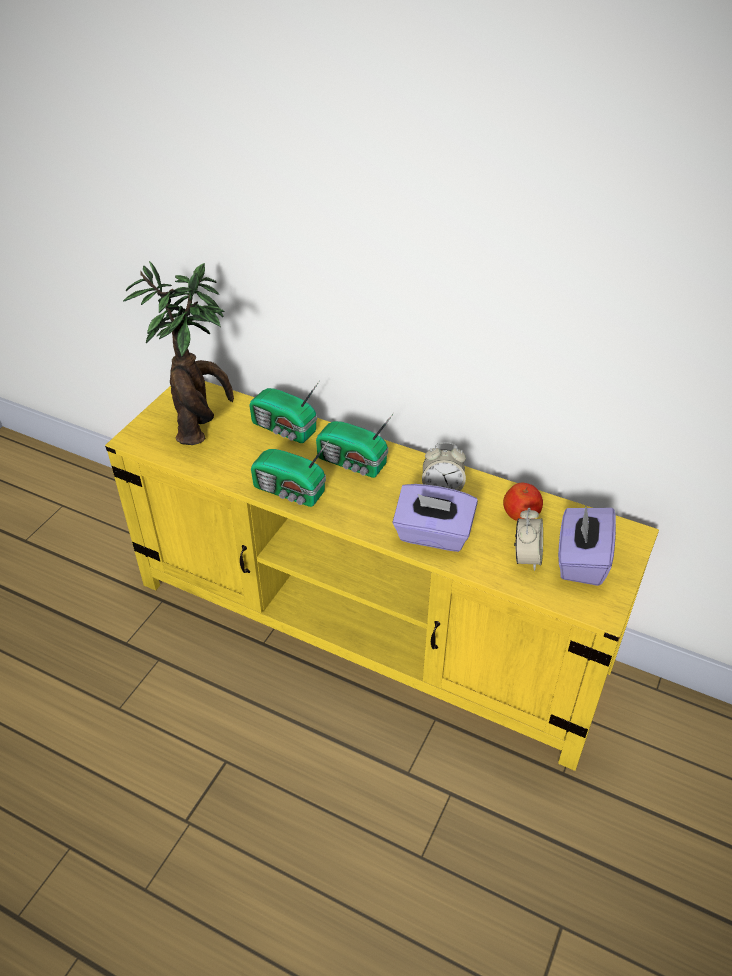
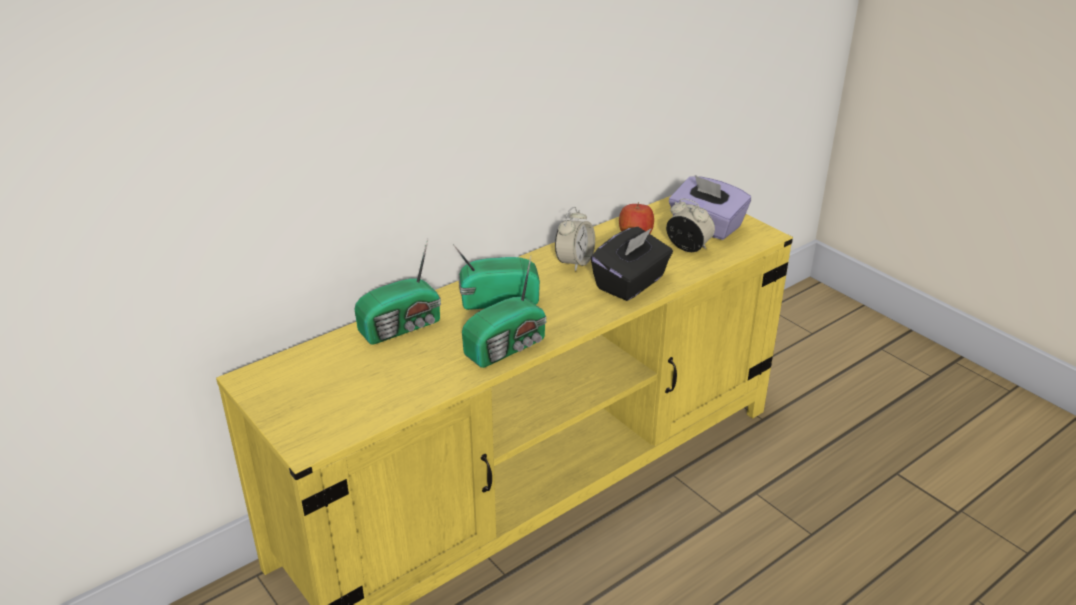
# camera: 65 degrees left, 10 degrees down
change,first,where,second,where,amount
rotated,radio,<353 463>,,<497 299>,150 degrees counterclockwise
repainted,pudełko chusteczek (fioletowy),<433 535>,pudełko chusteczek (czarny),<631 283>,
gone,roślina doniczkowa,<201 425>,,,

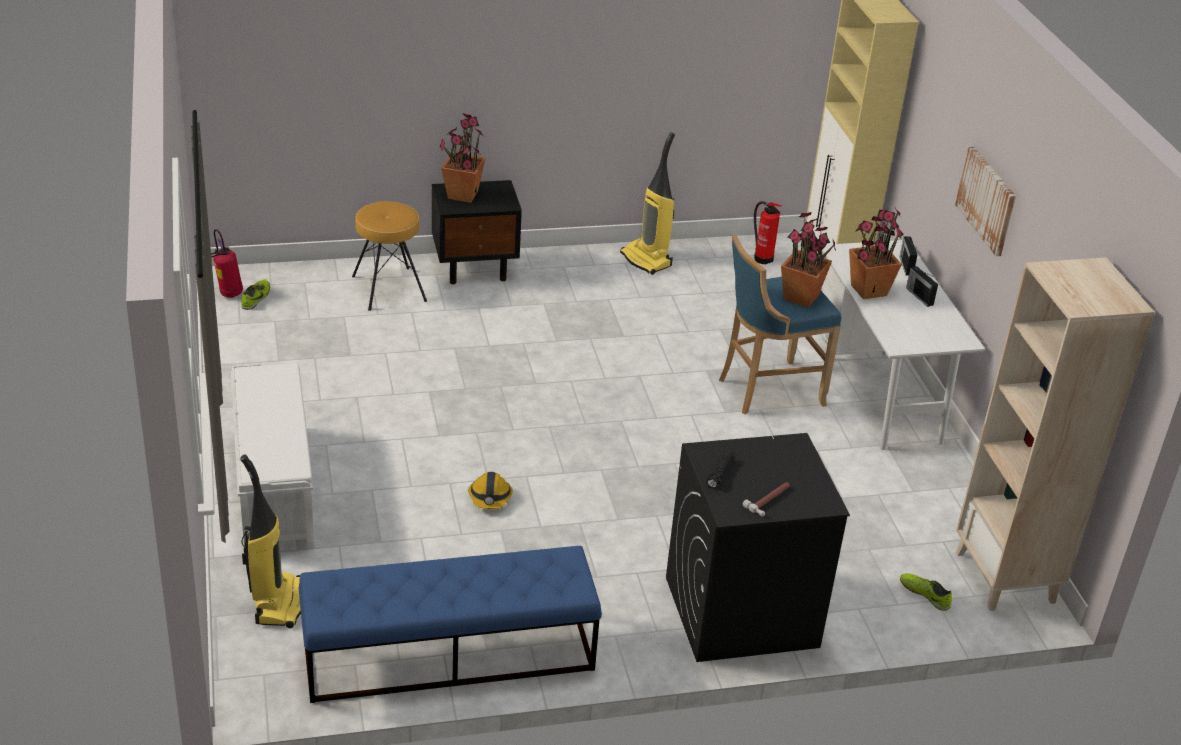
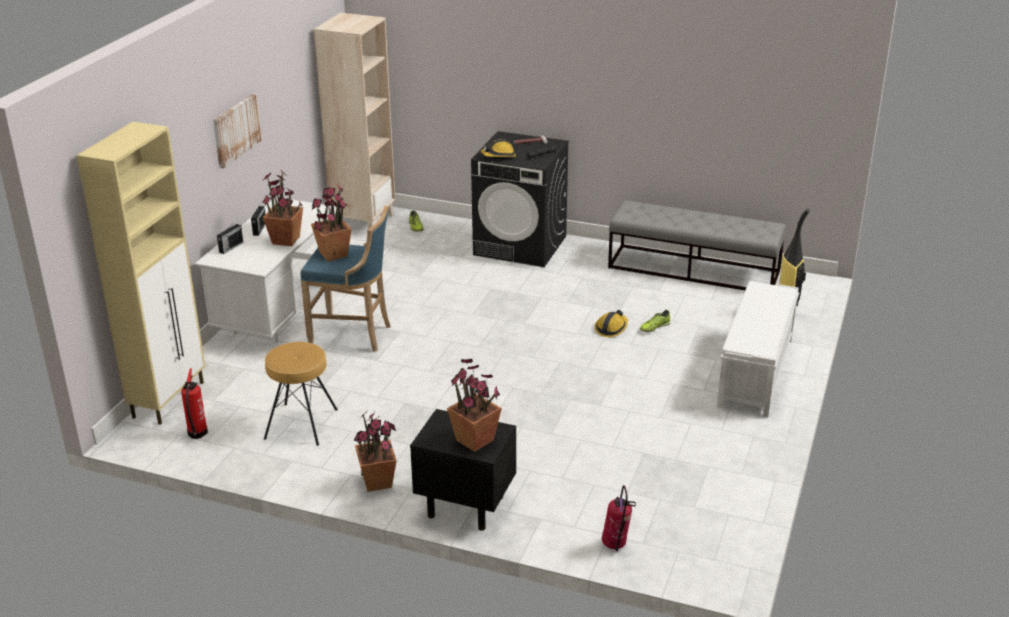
# camera: 145 degrees left, 5 degrees down
change,first,where,second,where,amount
shifted,stołek (brązowy),<388 289>,,<302 424>,
new,,,roślina doniczkowa,<378 482>,
new,,,kask,<499 156>,
shifted,gaśnica,<229 294>,,<616 545>,
repainted,ławka (niebieski),<448 655>,ławka (szary),<694 270>,
shifted,but,<256 298>,,<654 327>,
gone,odkurzacz,<647 260>,,,

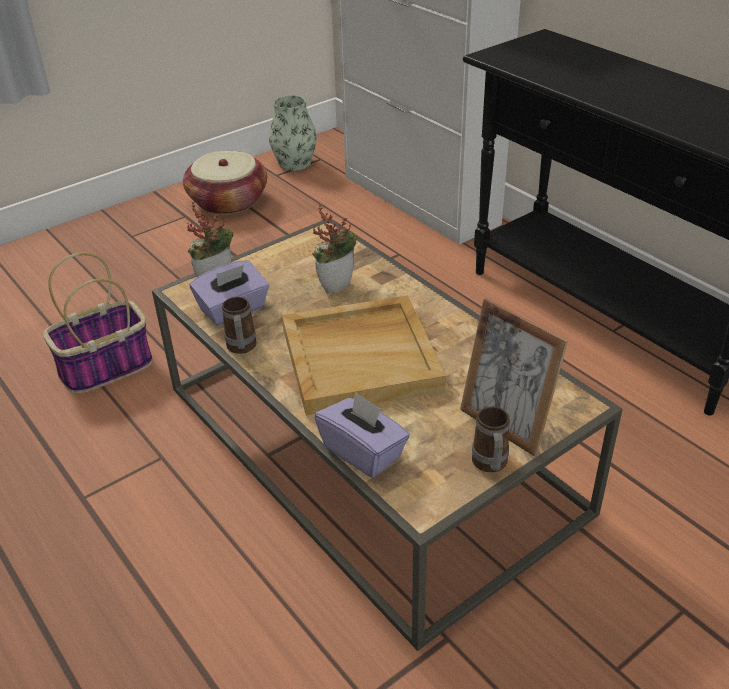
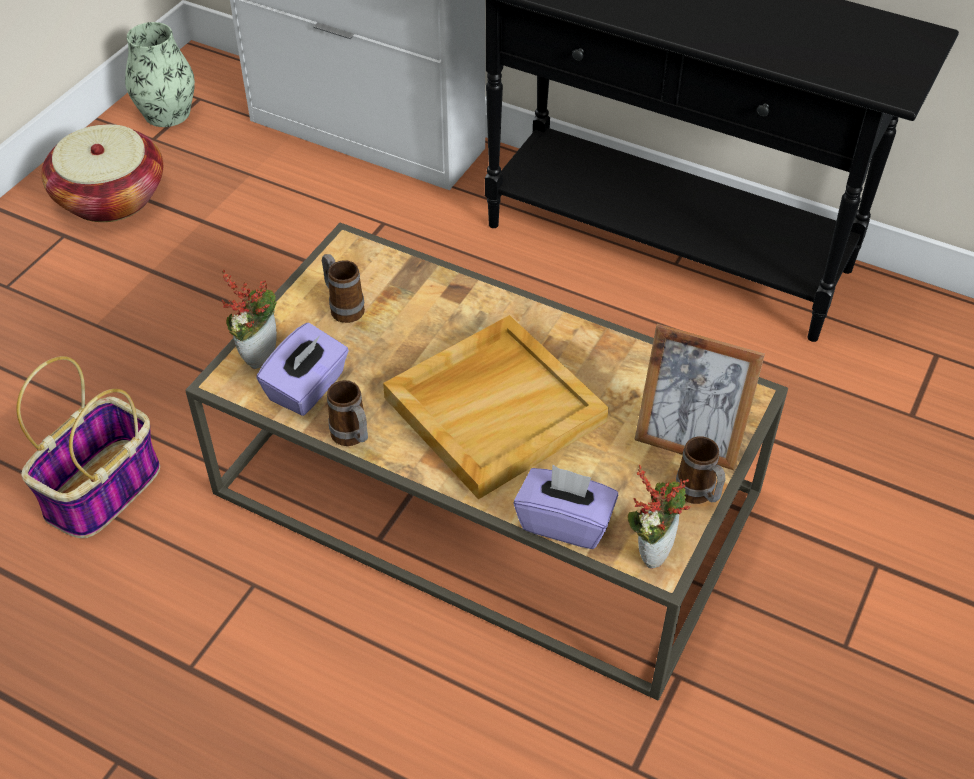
# camera: 25 degrees left, 10 degrees up
change,first,where,second,where,amount
new,,,kubek,<343 307>,
shifted,roślina doniczkowa,<336 285>,,<652 549>,

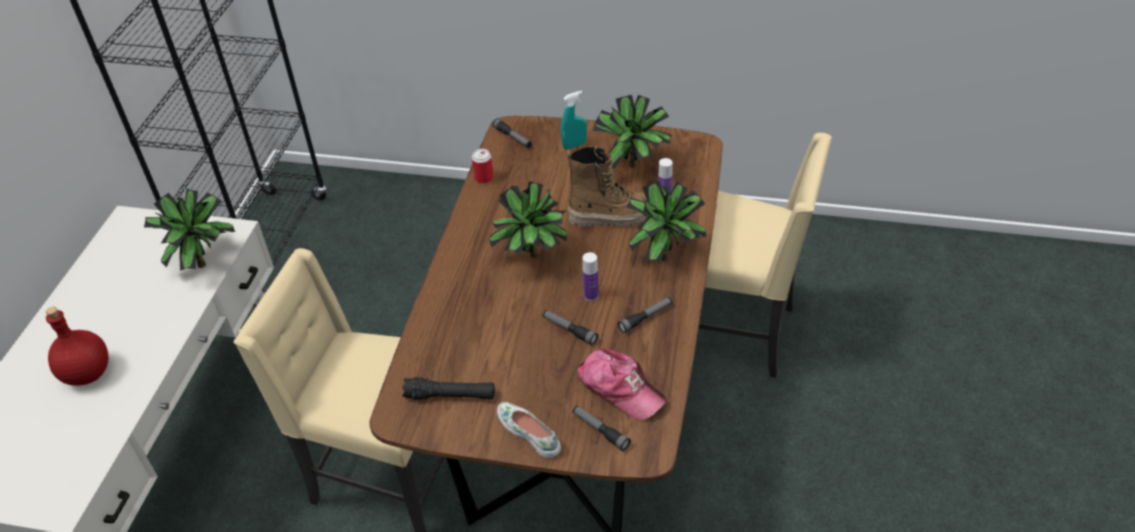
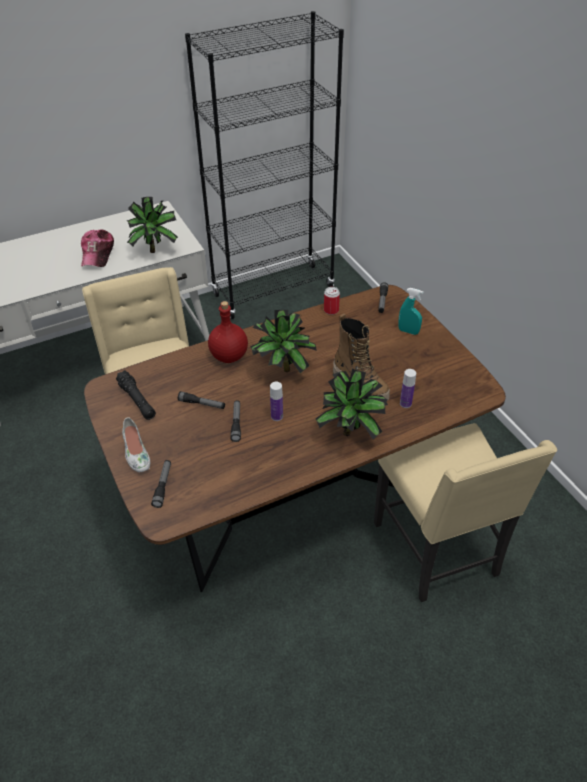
# camera: 50 degrees right, 0 degrees up
change,first,where,second,where,amount
shifted,czapka z daszkiem,<620 388>,,<98 254>,
rotated,but (biały),<529 432>,,<135 452>,150 degrees clockwise
shifted,latarka,<645 318>,,<202 404>,
shifted,butelka (czerwony),<88 373>,,<230 356>,
gone,roślina doniczkowa,<634 169>,,,

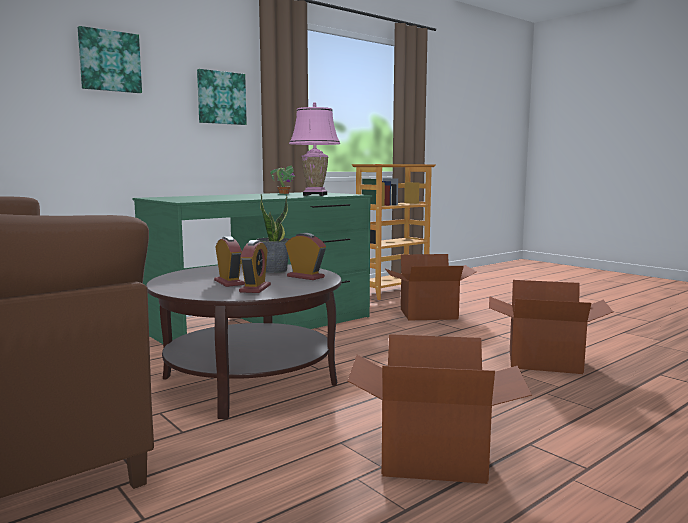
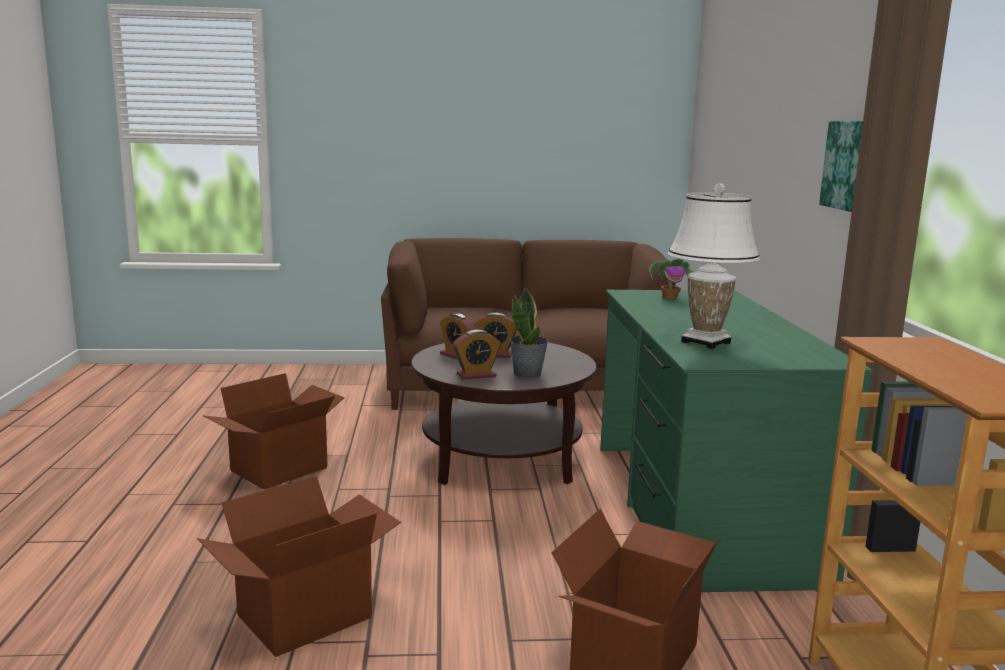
# camera: 125 degrees right, 5 degrees up
change,first,where,second,where,amount
shifted,roślina doniczkowa,<283 193>,,<670 297>,
repainted,lampa stołowa (różowy),<315 195>,lampa stołowa (biały),<706 342>,
gone,obraz,<109 61>,,,

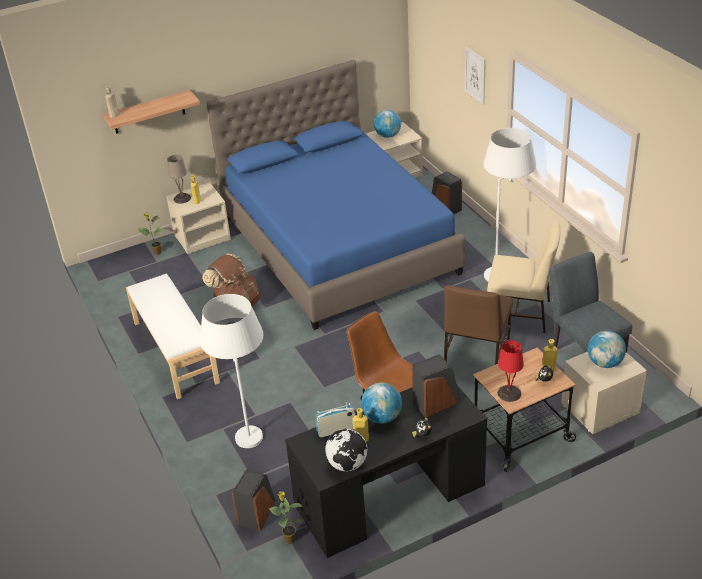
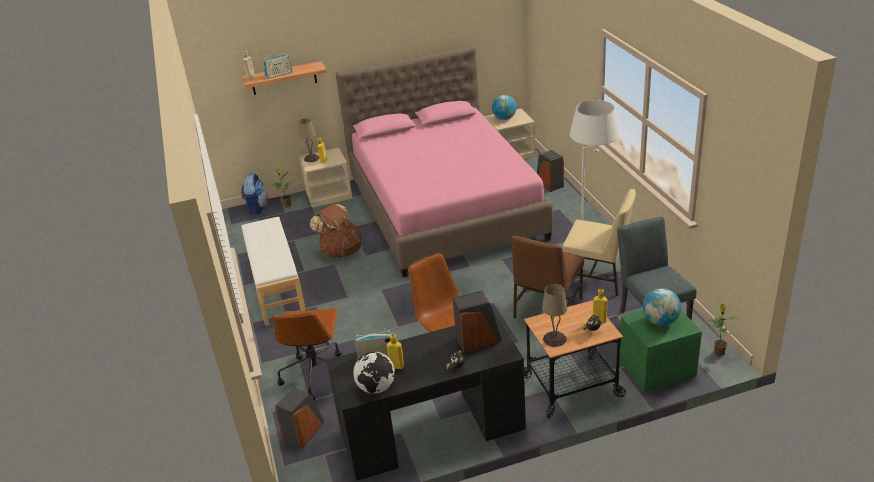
# camera: 10 degrees right, 5 degrees down
change,first,where,second,where,amount
new,,,plecak,<256 208>,
new,,,radio,<279 74>,
swapped,lampa stojąca (biały),<250 449>,krzesło biurowe (brązowy),<315 374>,
repainted,łóżko (niebieski),<339 244>,łóżko (różowy),<445 208>,
repainted,lampa stołowa (czerwony),<508 393>,lampa stołowa (beżowy),<554 339>,
repainted,szafka nocna (beżowy),<600 409>,szafka nocna (zielony),<656 369>,
shifted,roślina doniczkowa,<289 539>,,<718 352>,
gone,globus,<382 417>,,,
gone,obraz,<475 75>,,,

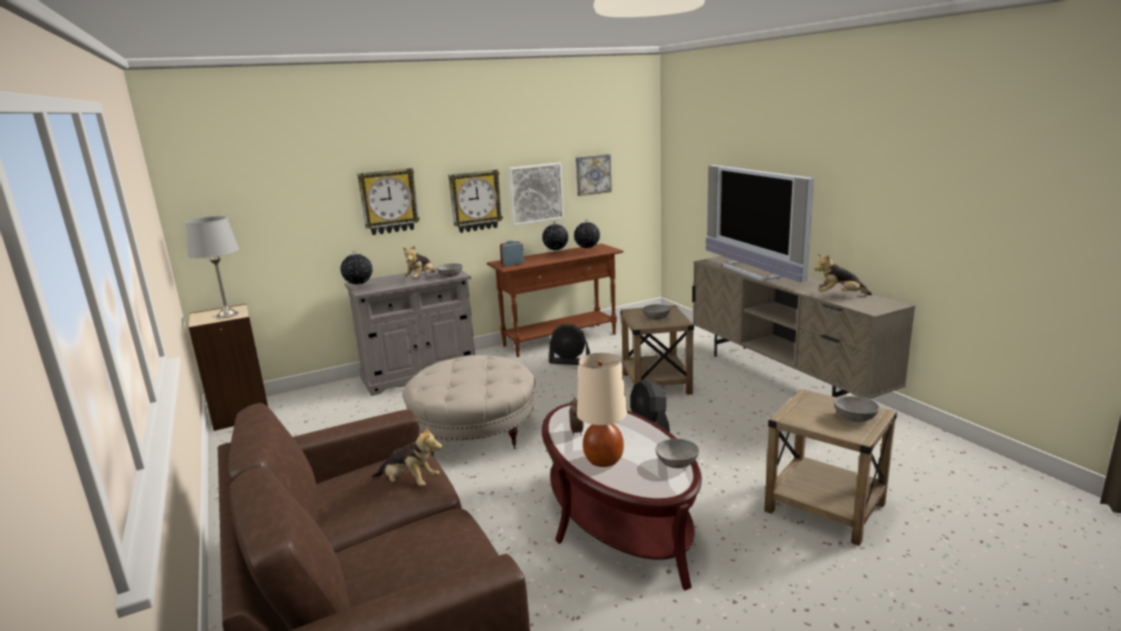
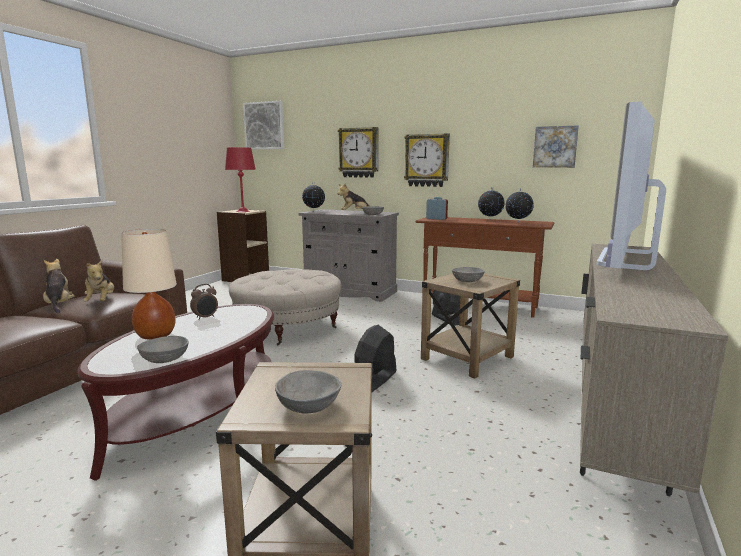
# camera: 50 degrees right, 5 degrees down
change,first,where,second,where,amount
shifted,pluszak,<839 295>,,<59 305>,
repainted,lampa stołowa (szary),<227 315>,lampa stołowa (czerwony),<242 211>,
shifted,obraz,<536 193>,,<264 126>,

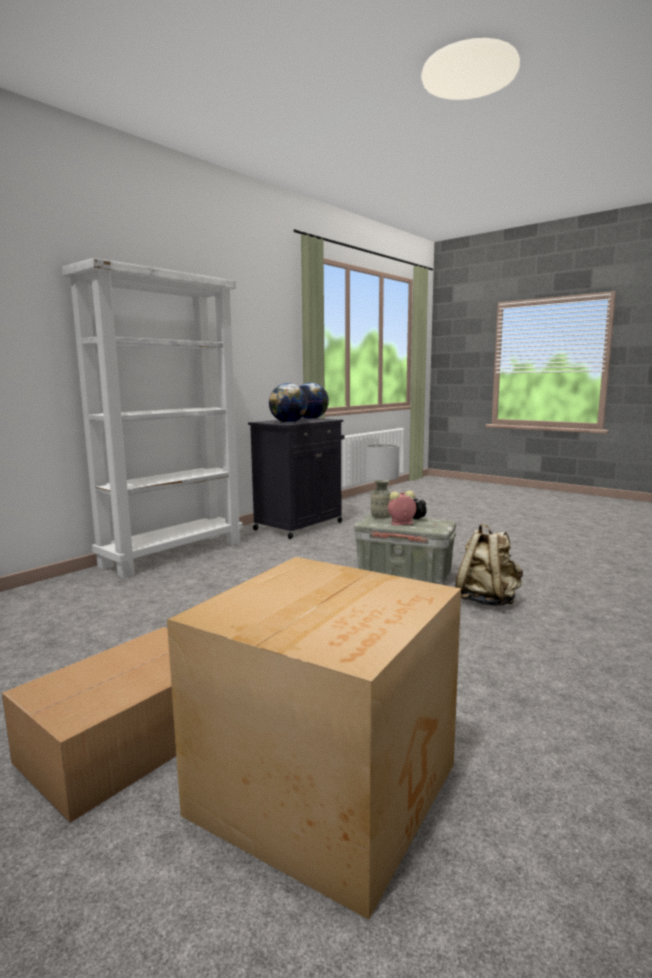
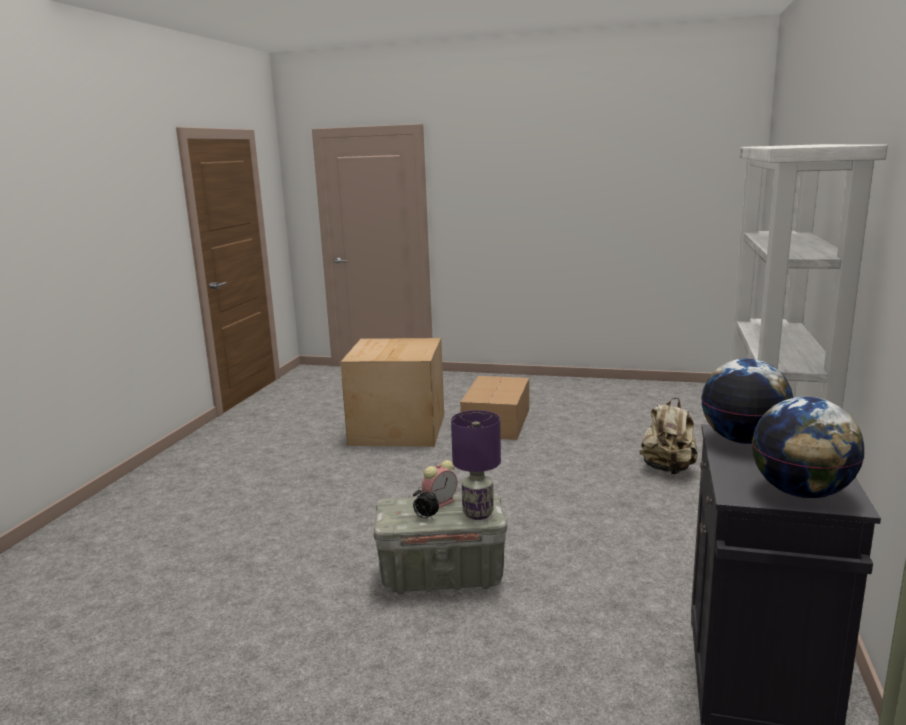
# camera: 155 degrees right, 5 degrees up
change,first,where,second,where,amount
repainted,lampa stołowa (szary),<381 516>,lampa stołowa (fioletowy),<477 513>,
shifted,plecak (beżowy),<487 600>,,<668 469>,

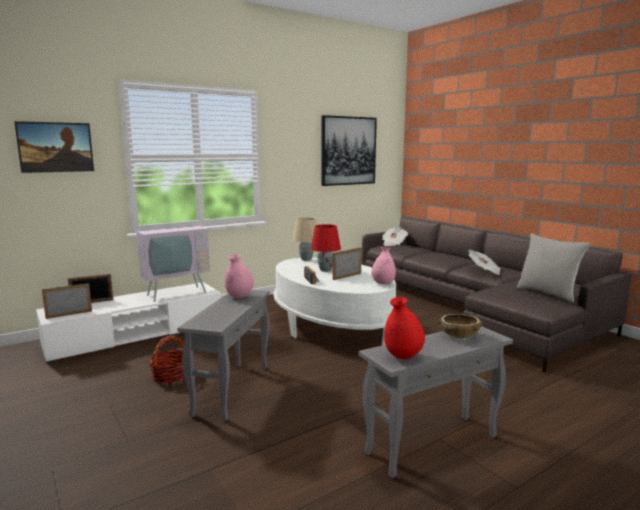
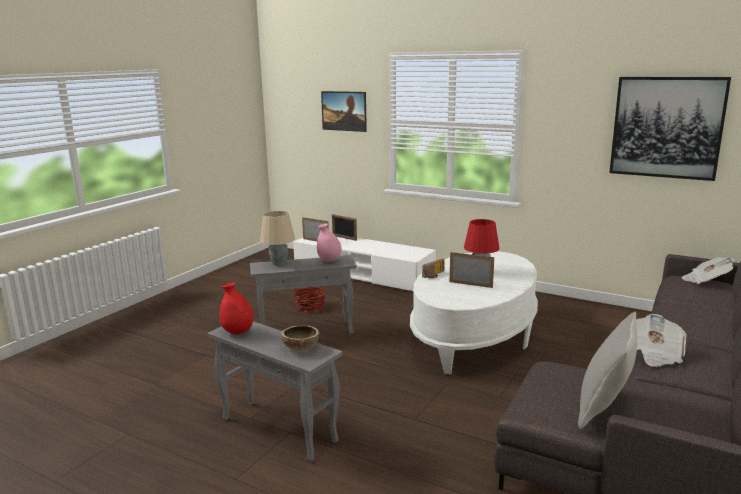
# camera: 65 degrees right, 5 degrees up
change,first,where,second,where,amount
shifted,lampa stołowa (beżowy),<306 259>,,<279 264>,
gone,telewizor,<175 292>,,,
gone,wazon (różowy),<383 284>,,,

